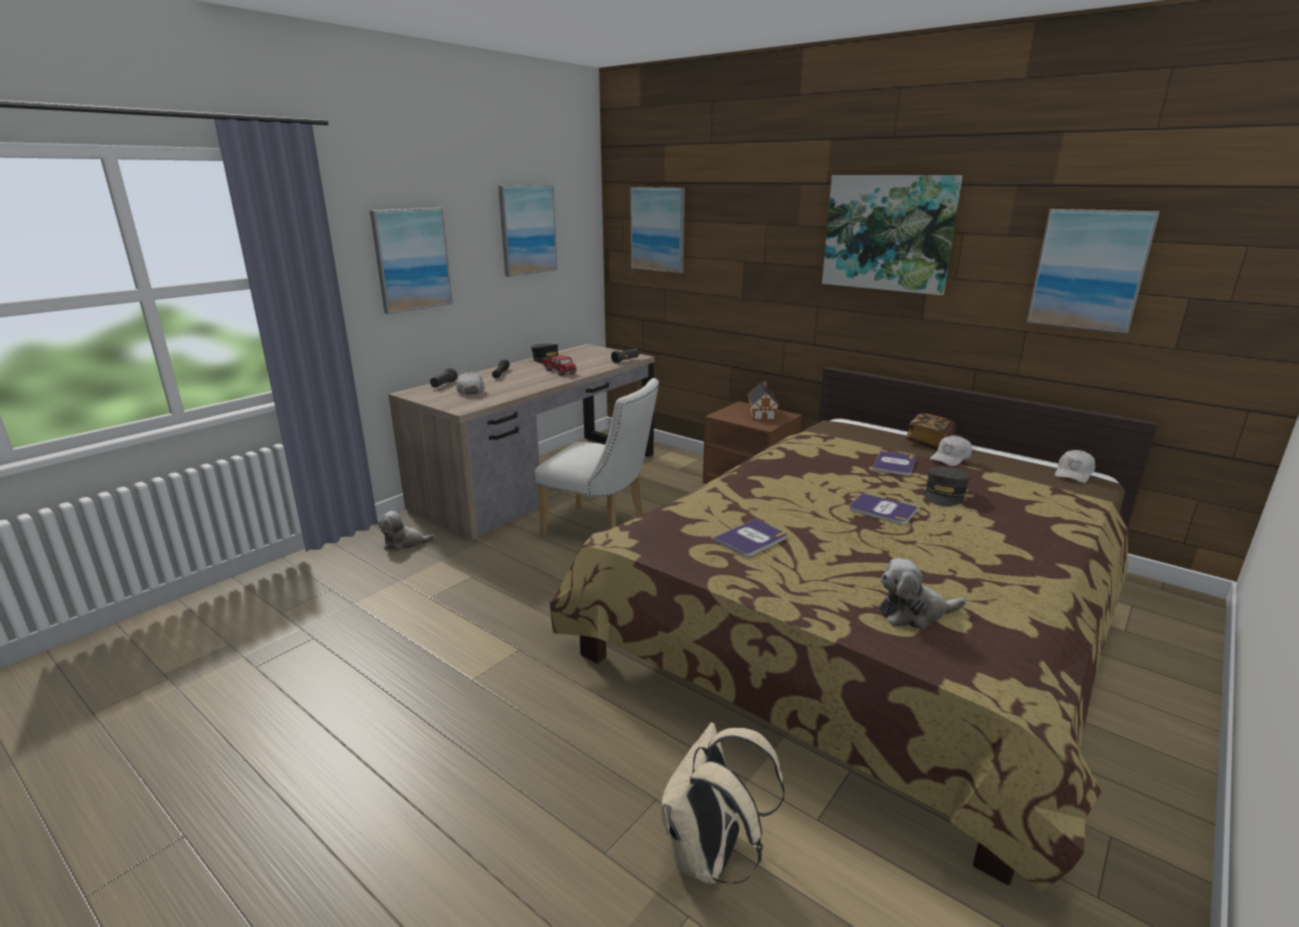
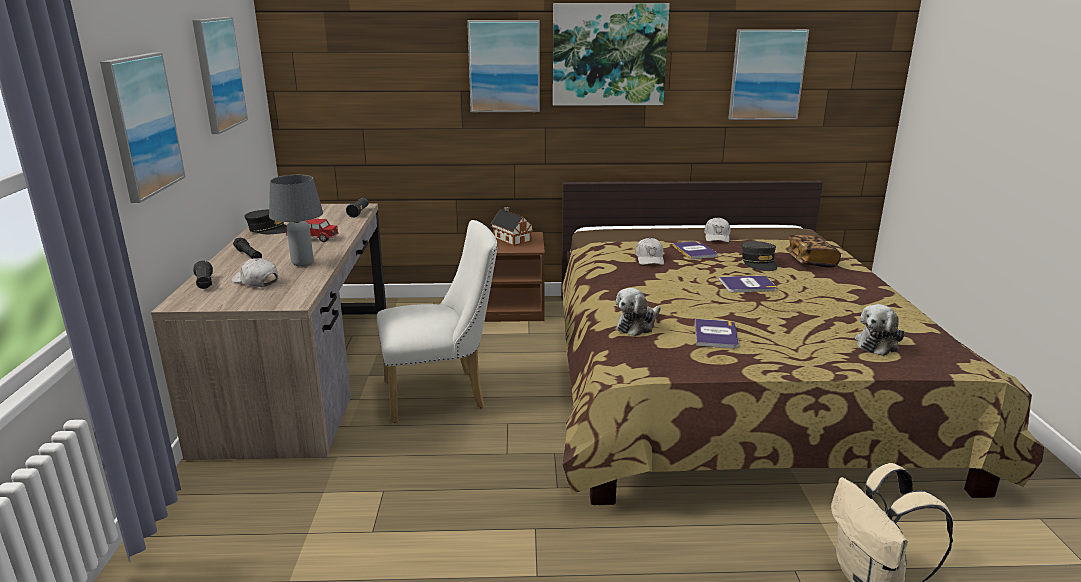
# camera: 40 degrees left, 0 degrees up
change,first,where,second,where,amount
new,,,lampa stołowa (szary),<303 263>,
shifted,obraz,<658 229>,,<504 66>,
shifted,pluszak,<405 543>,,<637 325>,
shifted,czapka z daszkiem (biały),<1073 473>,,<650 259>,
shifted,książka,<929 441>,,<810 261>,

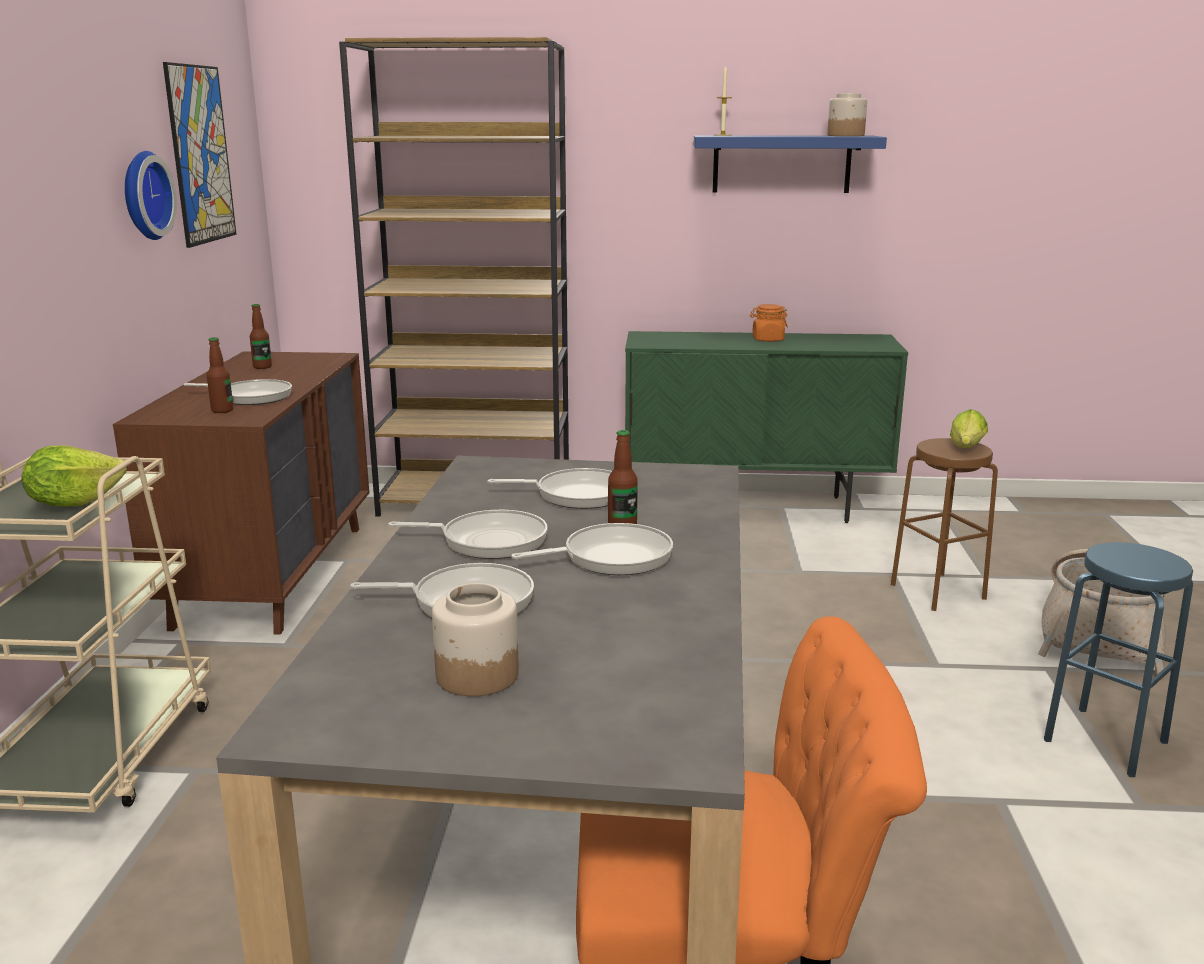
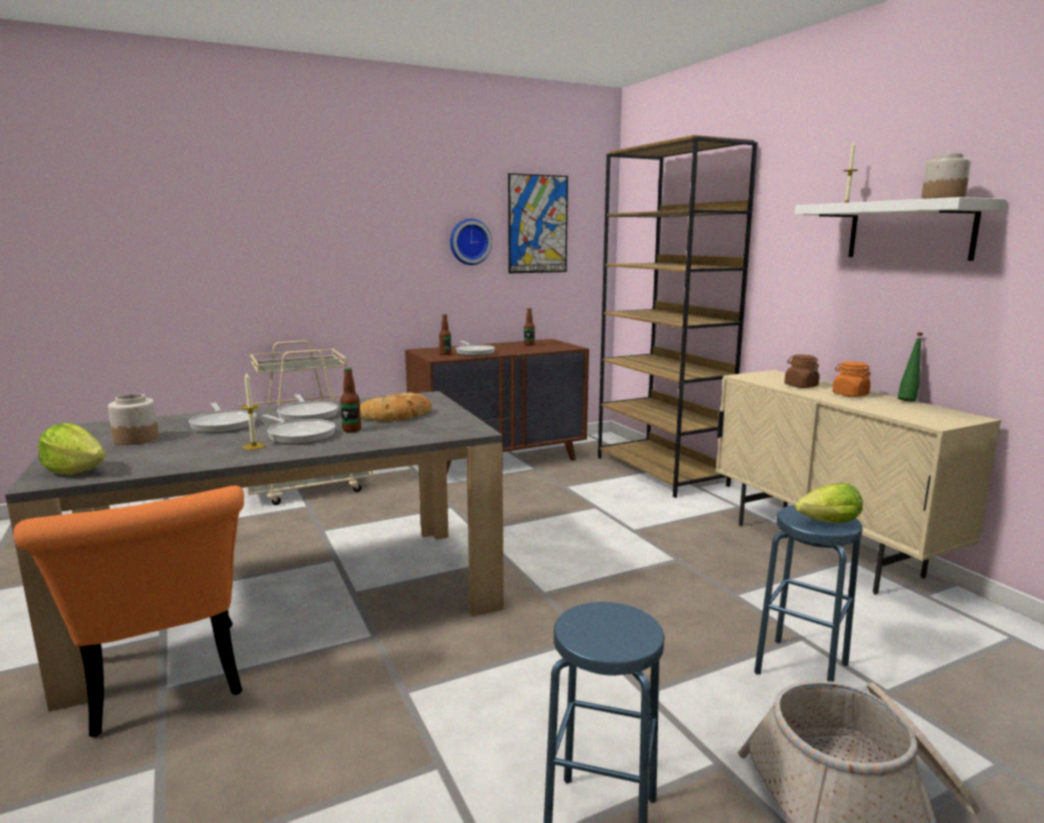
# camera: 60 degrees right, 5 degrees down
change,first,where,second,where,amount
shifted,sałata,<74 503>,,<75 471>,
new,,,świeca,<254 446>,
swapped,patelnia,<577 494>,chleb,<397 416>,
repainted,szafka (zielony),<754 507>,szafka (beżowy),<825 550>,
repainted,stołek (brązowy),<938 591>,stołek (niebieski),<802 668>,
new,,,słoik (brązowy),<800 386>,
repainted,półka (niebieski),<781 164>,półka (biały),<910 231>,
new,,,butelka (zielony),<908 400>,

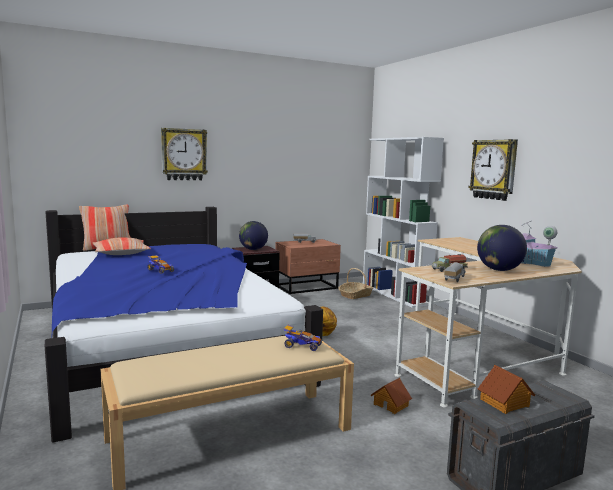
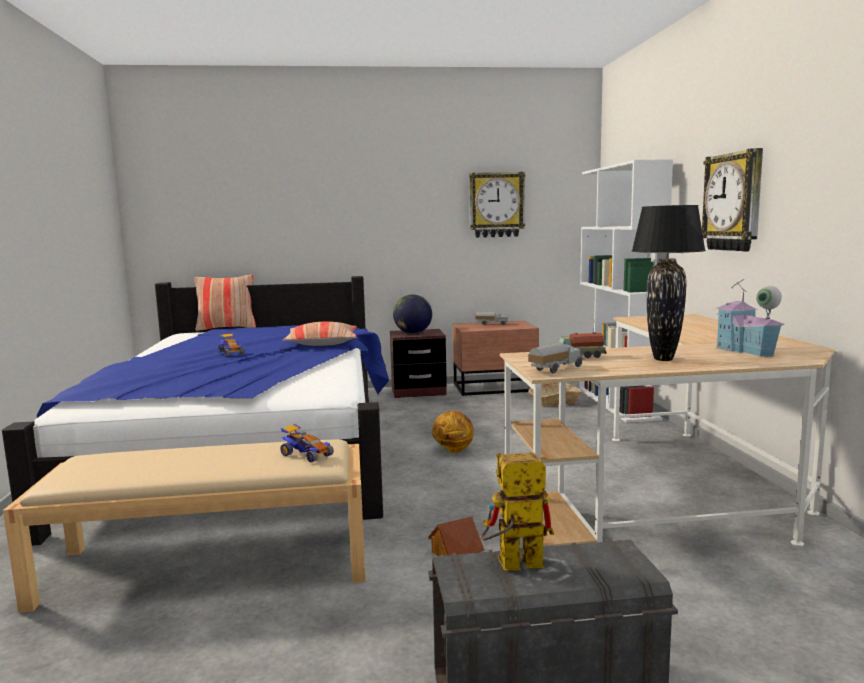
# camera: 20 degrees right, 0 degrees up
change,first,where,second,where,amount
shifted,poduszka,<121 253>,,<322 343>,
shifted,zegar ścienny,<184 154>,,<496 205>,
swapped,domek,<505 403>,robot zabawkowy,<511 566>,
swapped,globus,<499 270>,lampa stołowa (czarny),<662 359>,

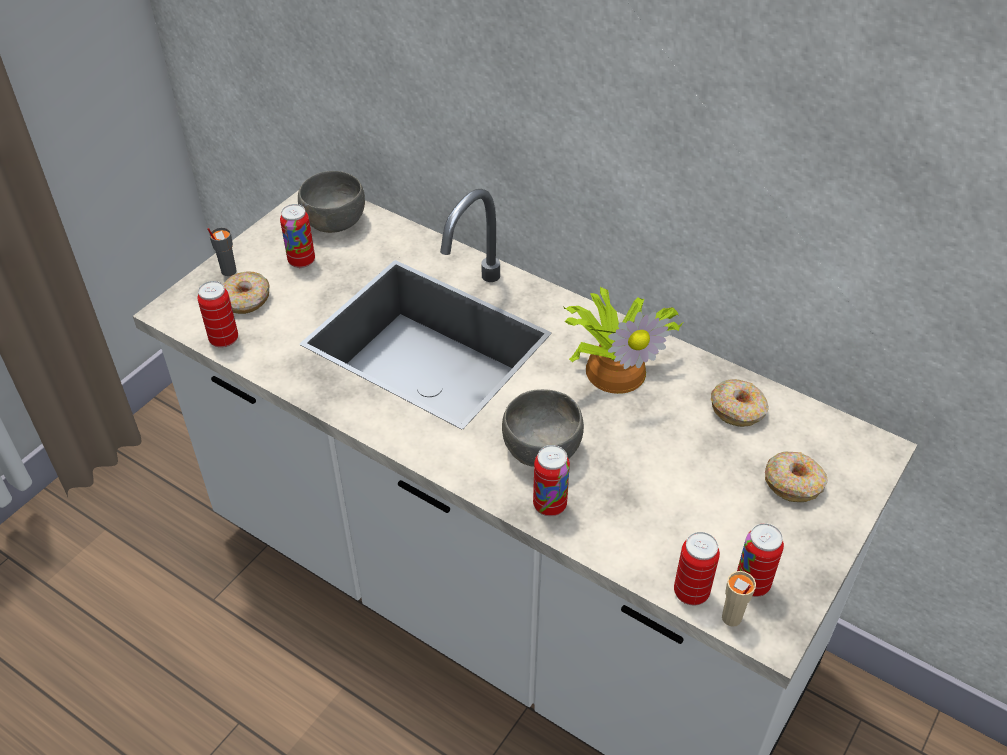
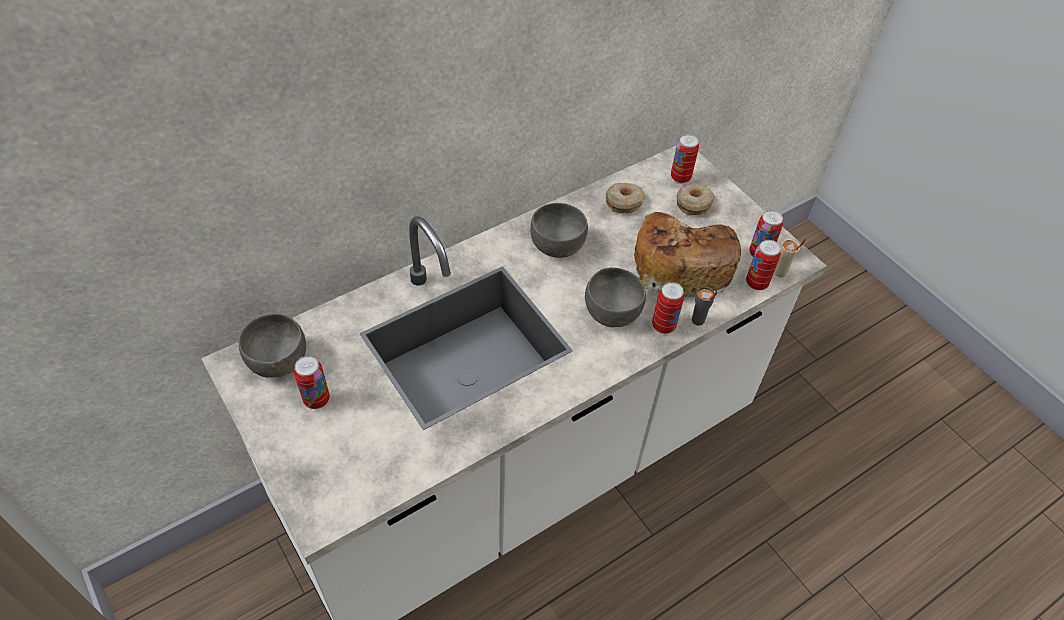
# camera: 70 degrees left, 5 degrees up
change,first,where,second,where,amount
swapped,roślina doniczkowa,<617 368>,miska (szary),<556 245>,
new,,,chleb,<681 263>,
shifted,puszka,<224 339>,,<680 177>,
shifted,filiżanka (szary),<228 271>,,<698 320>,
gone,donut,<246 300>,,,

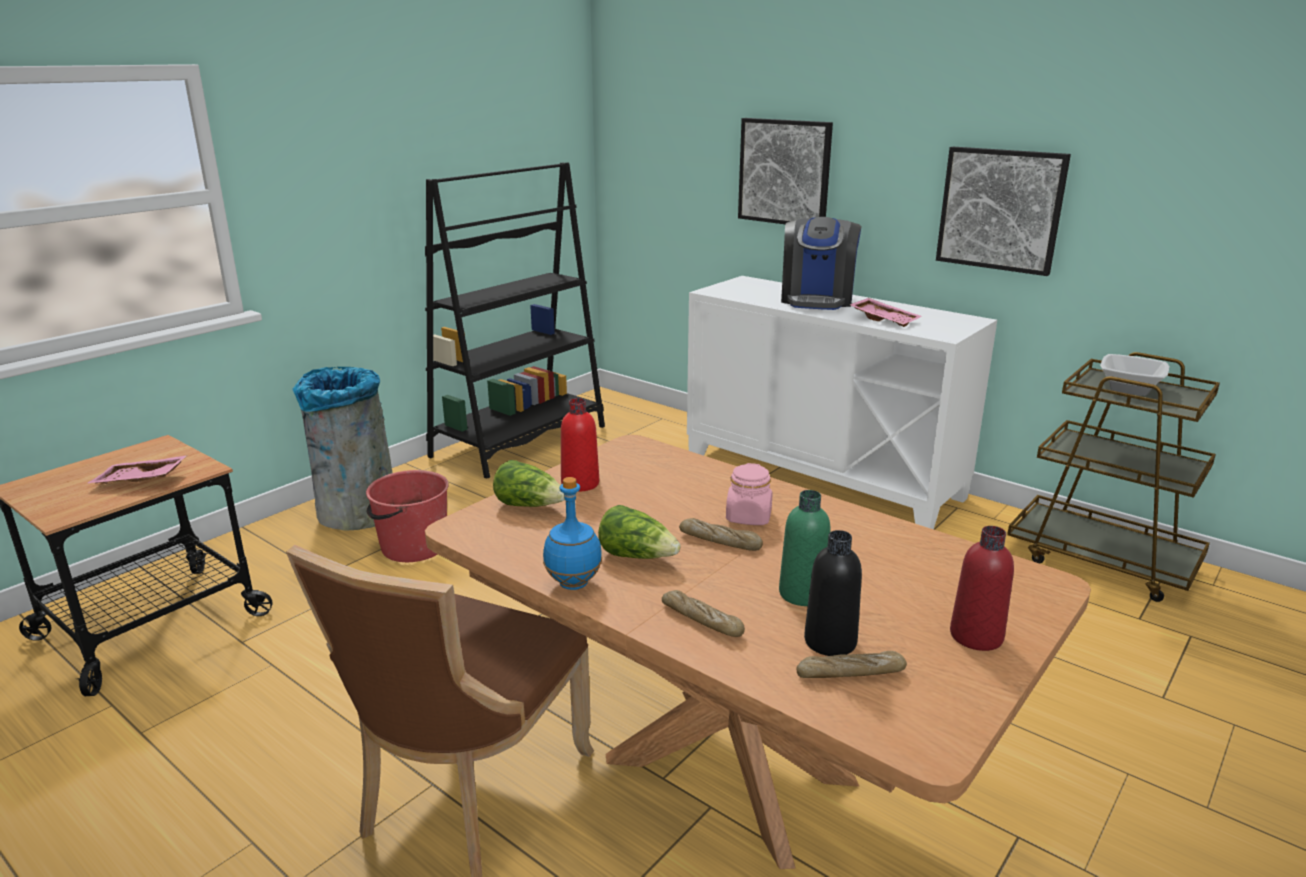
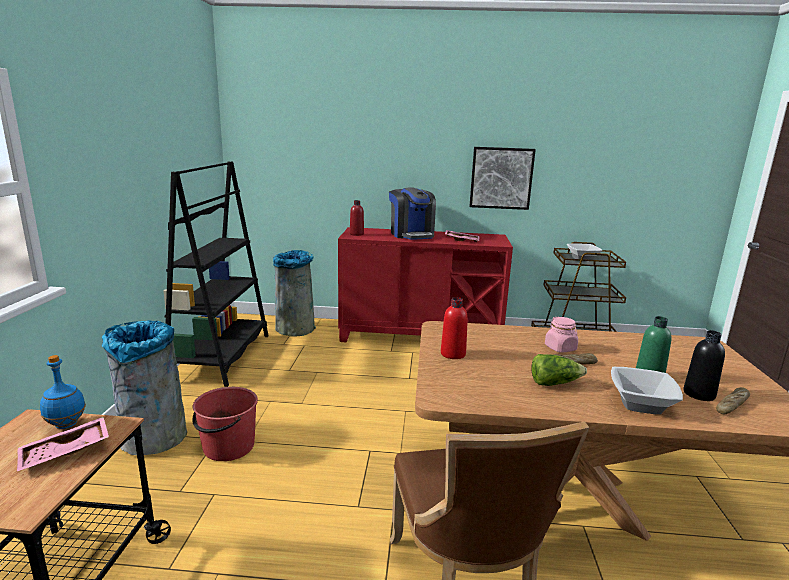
# camera: 35 degrees left, 5 degrees down
change,first,where,second,where,amount
shifted,butelka (niebieski),<572 583>,,<65 425>,
new,,,kosz na śmieci (szary),<295 328>,
repainted,szafka (biały),<822 476>,szafka (czerwony),<420 336>,
shifted,butelka (czerwony),<976 636>,,<356 234>,
swapped,chleb,<701 621>,miska,<641 404>,
gone,sałata,<529 505>,,,
gone,obraz,<784 172>,,,

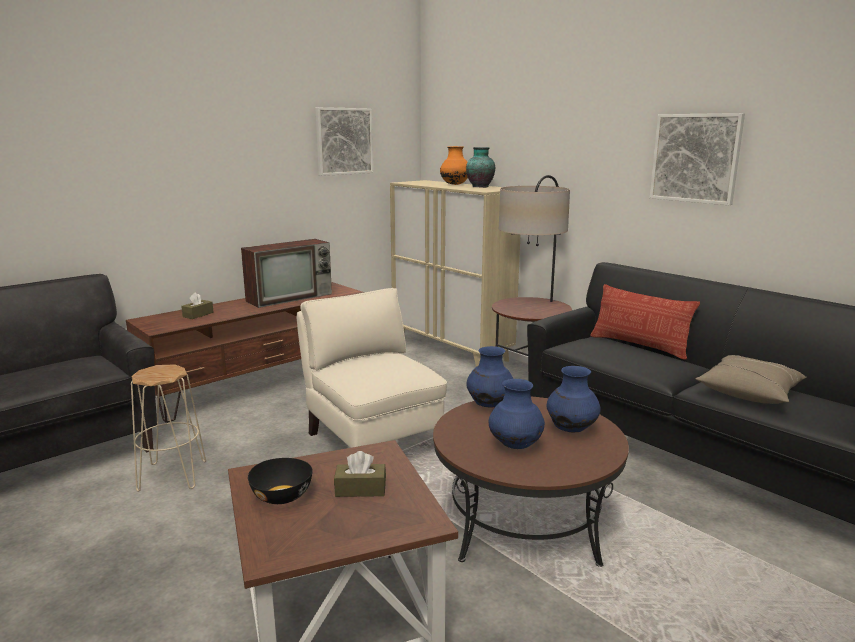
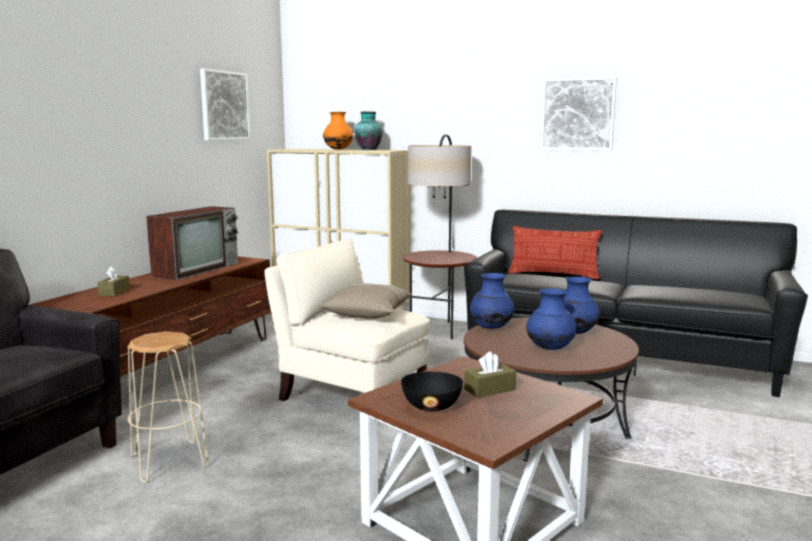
# camera: 25 degrees left, 5 degrees down
change,first,where,second,where,amount
shifted,poduszka (beżowy),<749 392>,,<368 313>,

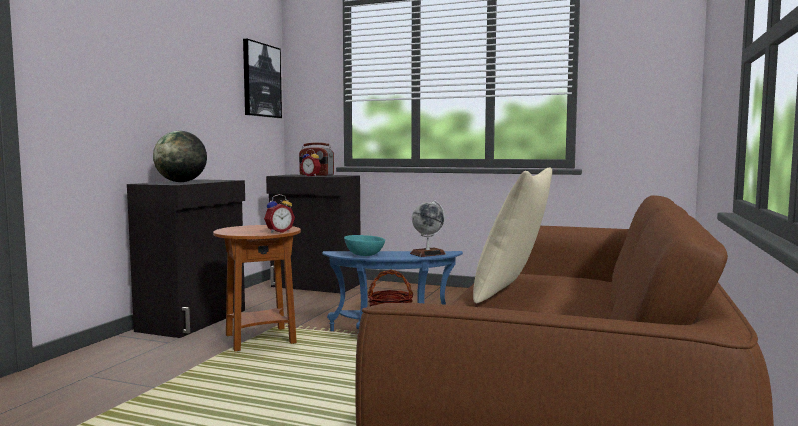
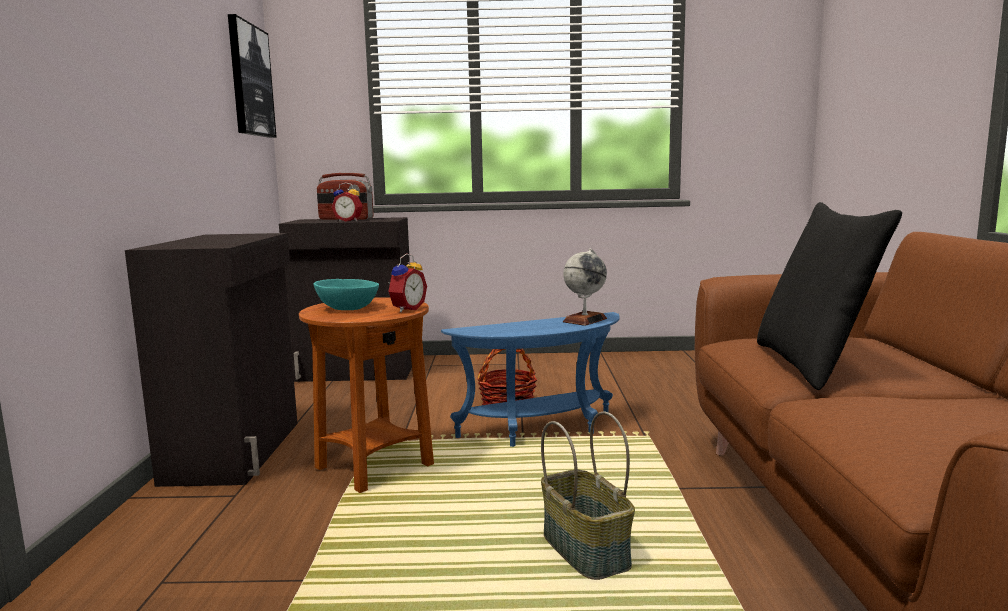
# camera: 20 degrees left, 5 degrees up
change,first,where,second,where,amount
shifted,miska (turkusowy),<364 254>,,<347 308>,
new,,,koszyk,<587 550>,
repainted,poduszka (beżowy),<511 290>,poduszka (czarny),<810 364>,
gone,globus,<181 182>,,,

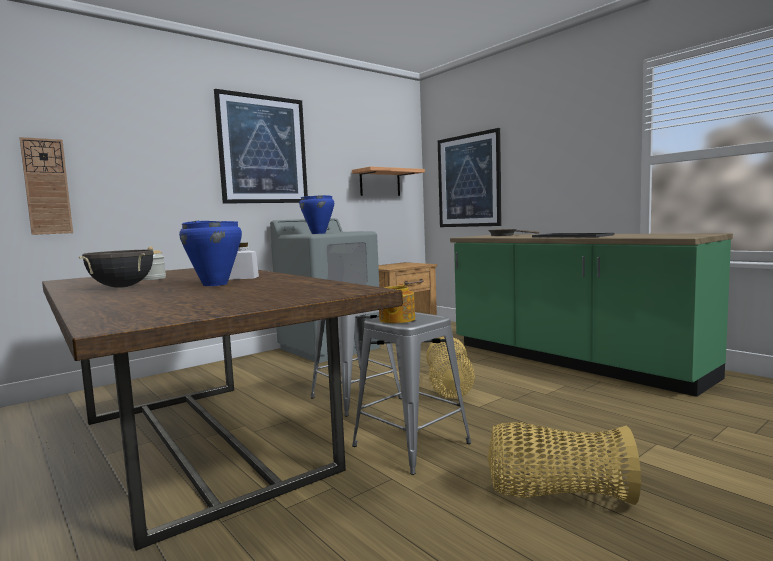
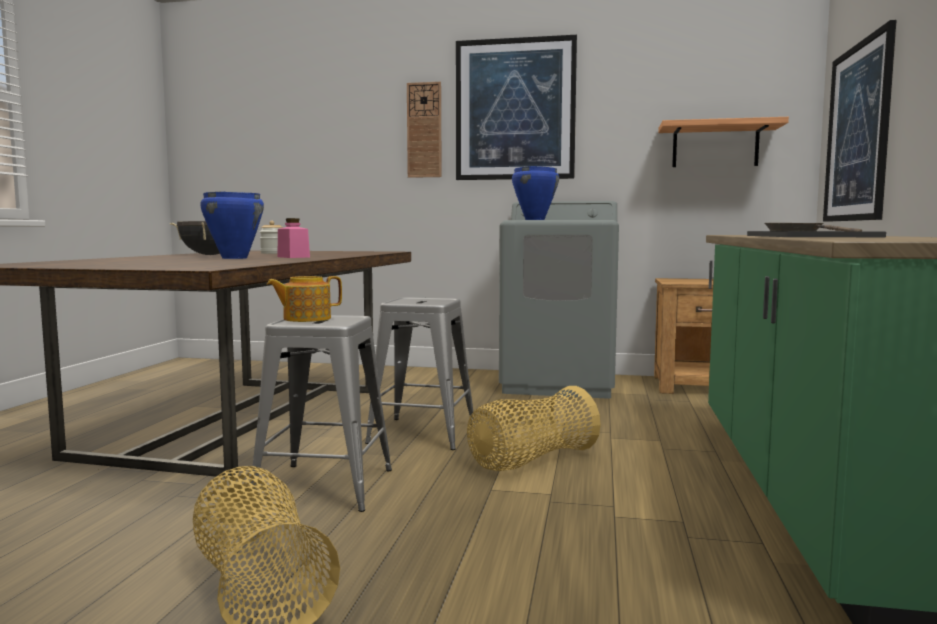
# camera: 50 degrees right, 0 degrees up
change,first,where,second,where,amount
repainted,słoik (biały),<244 277>,słoik (różowy),<293 257>,
shifted,zegar ścienny,<47 186>,,<424 130>,

